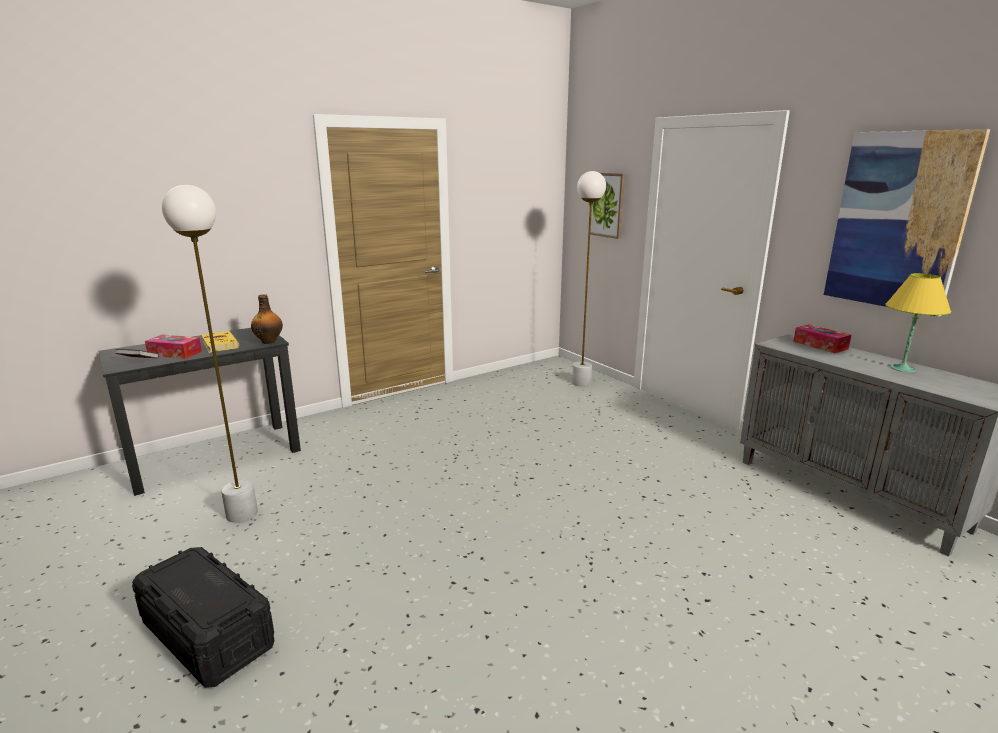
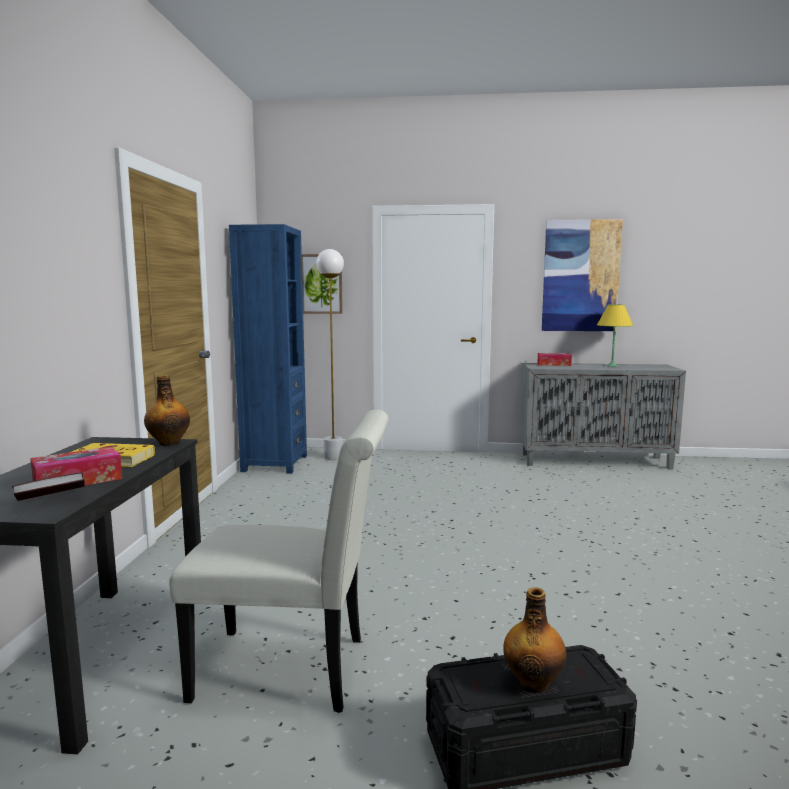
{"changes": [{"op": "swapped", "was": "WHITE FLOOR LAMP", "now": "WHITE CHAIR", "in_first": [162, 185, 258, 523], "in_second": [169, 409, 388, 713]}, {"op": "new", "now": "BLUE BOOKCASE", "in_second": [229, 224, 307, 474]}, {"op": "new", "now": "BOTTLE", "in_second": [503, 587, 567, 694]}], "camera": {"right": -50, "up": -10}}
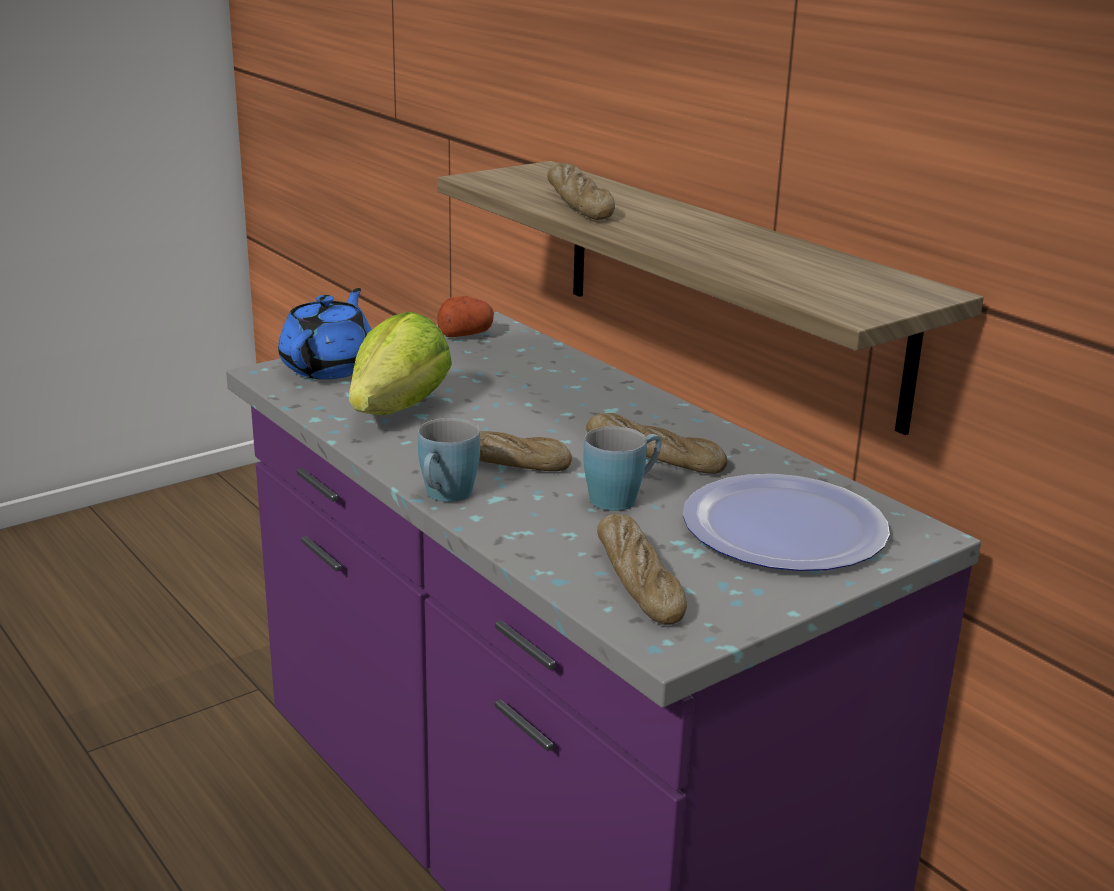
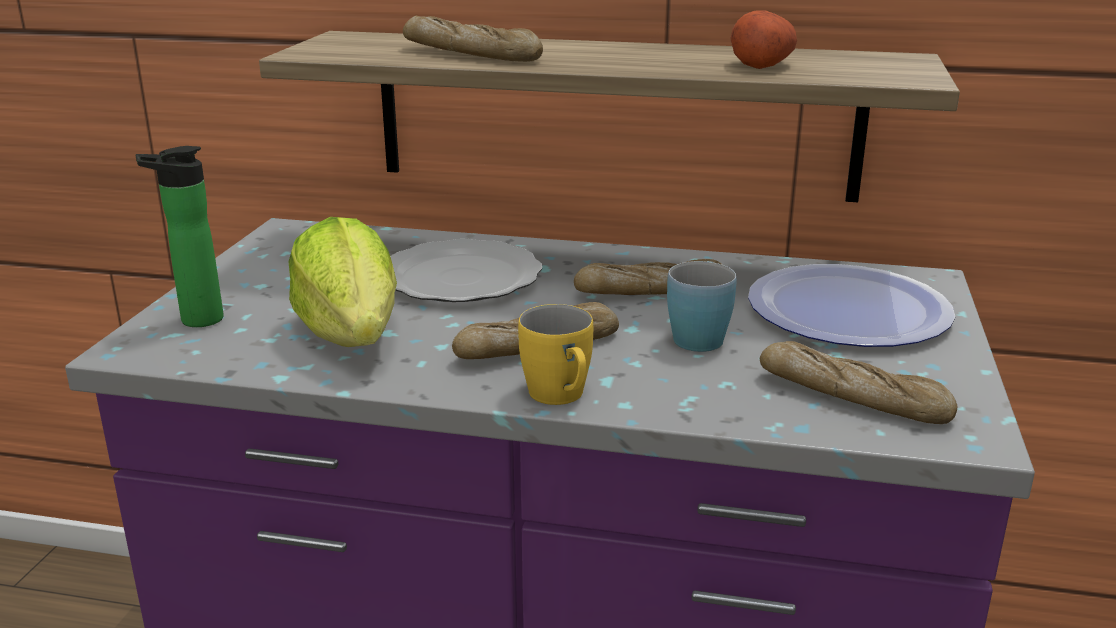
{"changes": [{"op": "swapped", "was": "BLUE TEAPOT", "now": "BOTTLE", "in_first": [278, 288, 372, 379], "in_second": [136, 146, 224, 327]}, {"op": "shifted", "was": "POTATO", "in_first": [437, 296, 494, 337], "in_second": [730, 10, 797, 69]}, {"op": "repainted", "was": "BLUE MUG", "now": "YELLOW MUG", "in_first": [418, 418, 480, 502], "in_second": [518, 304, 593, 405]}, {"op": "new", "now": "PLATE", "in_second": [390, 239, 542, 302]}], "camera": {"right": -40, "up": 0}}
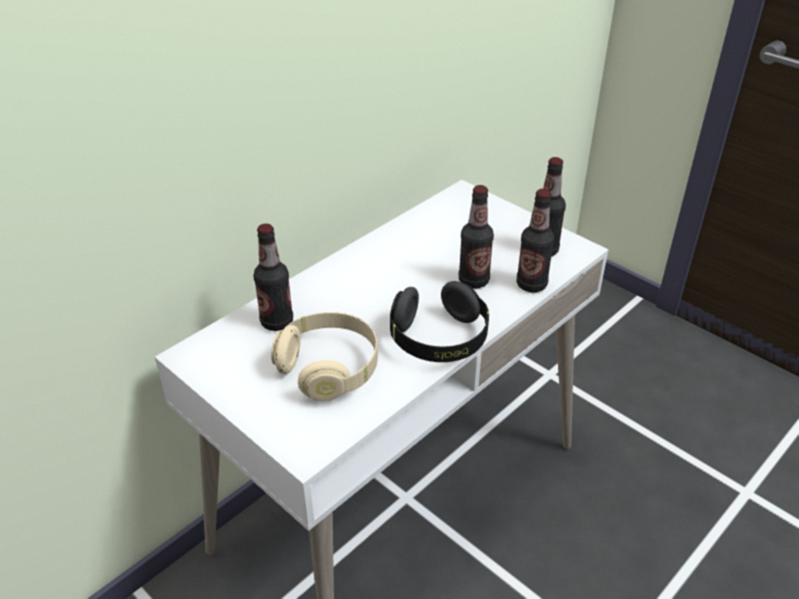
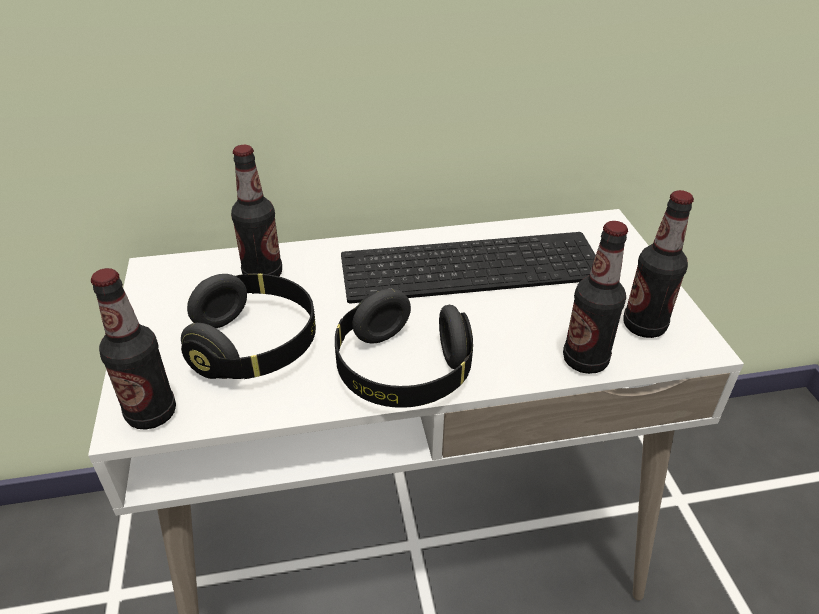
{"changes": [{"op": "shifted", "was": "BOTTLE", "in_first": [459, 185, 494, 289], "in_second": [91, 268, 176, 430]}, {"op": "repainted", "was": "BEIGE HEADPHONES", "now": "BLACK HEADPHONES", "in_first": [271, 312, 378, 401], "in_second": [181, 273, 316, 379]}, {"op": "new", "now": "KEYBOARD", "in_second": [341, 232, 596, 303]}], "camera": {"right": 35, "up": 0}}
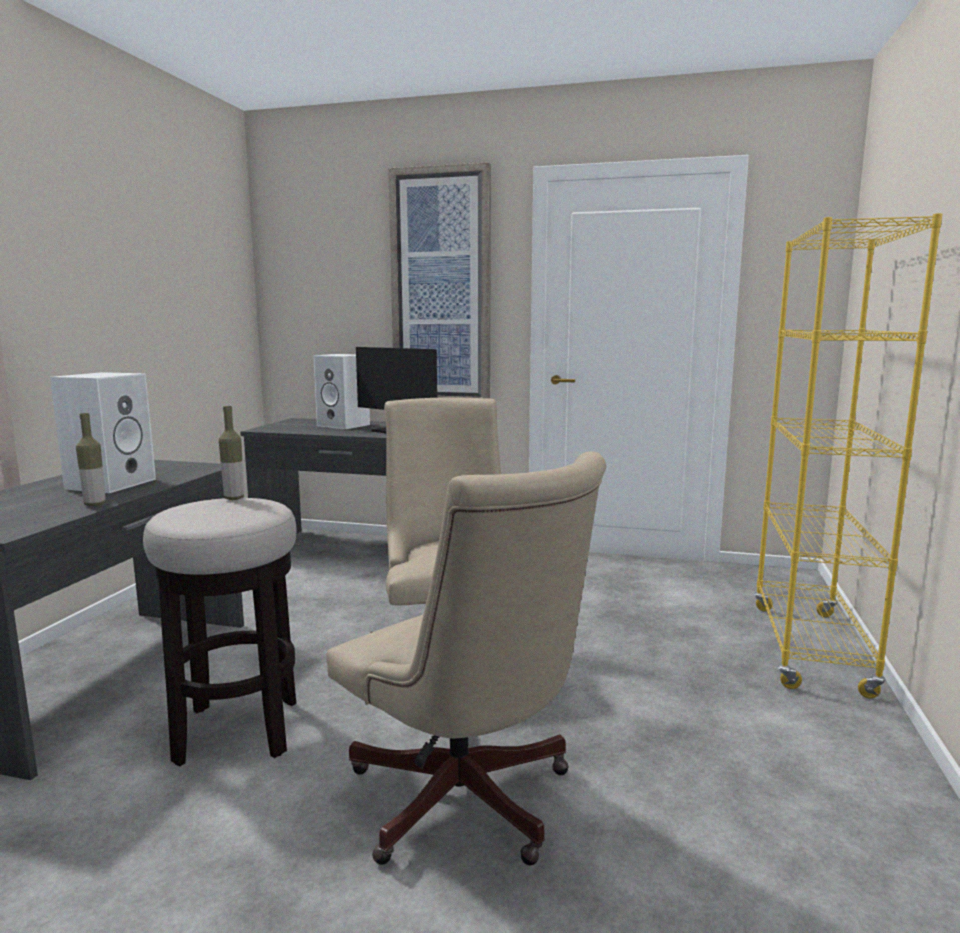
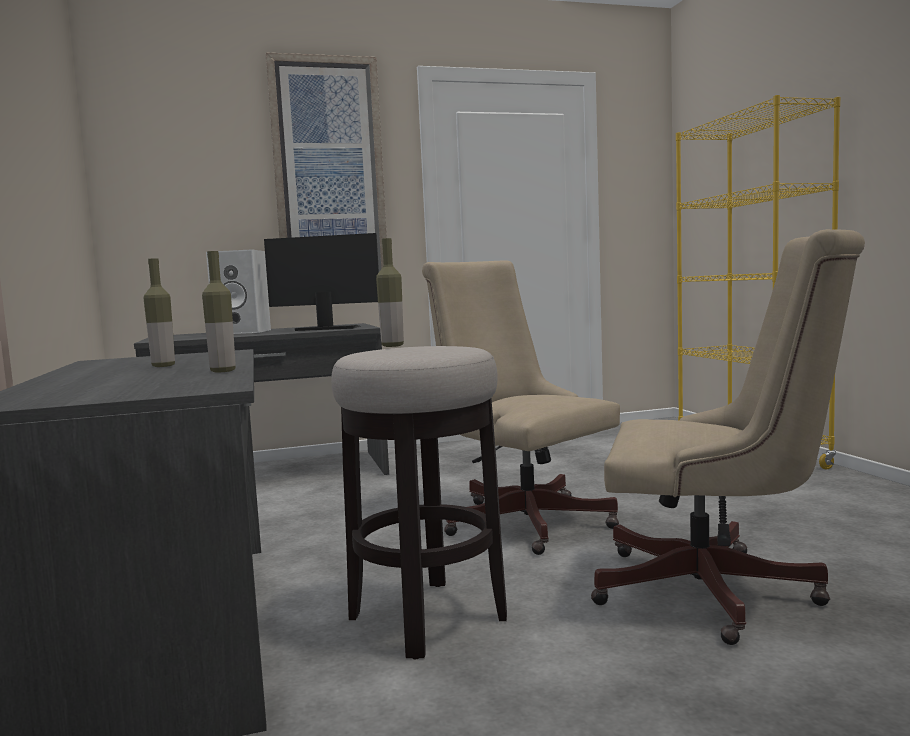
{"changes": [{"op": "swapped", "was": "WHITE SPEAKER", "now": "BOTTLE", "in_first": [50, 372, 156, 493], "in_second": [143, 258, 175, 367]}], "camera": {"right": -30, "up": -5}}
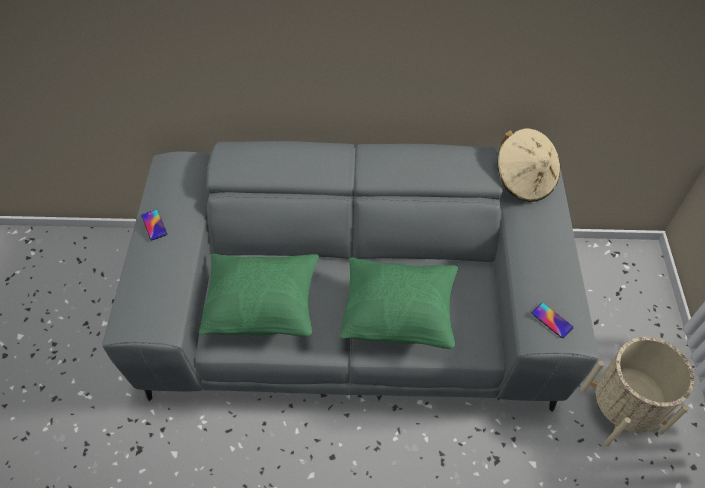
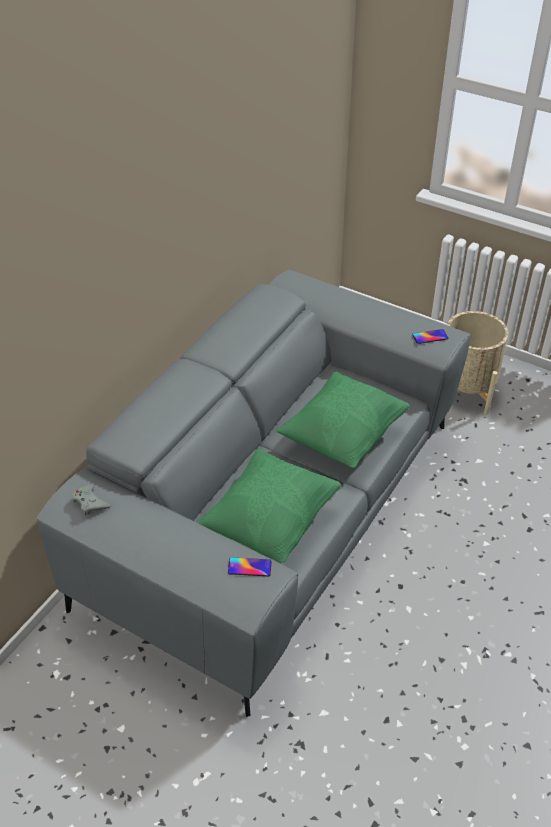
{"changes": [{"op": "gone", "was": "BEIGE HAT", "in_first": [498, 128, 560, 202]}, {"op": "shifted", "was": "PHONE", "in_first": [141, 209, 167, 241], "in_second": [228, 557, 272, 576]}, {"op": "new", "now": "GREY GAME CONTROLLER", "in_second": [72, 485, 111, 515]}], "camera": {"right": -60, "up": -10}}
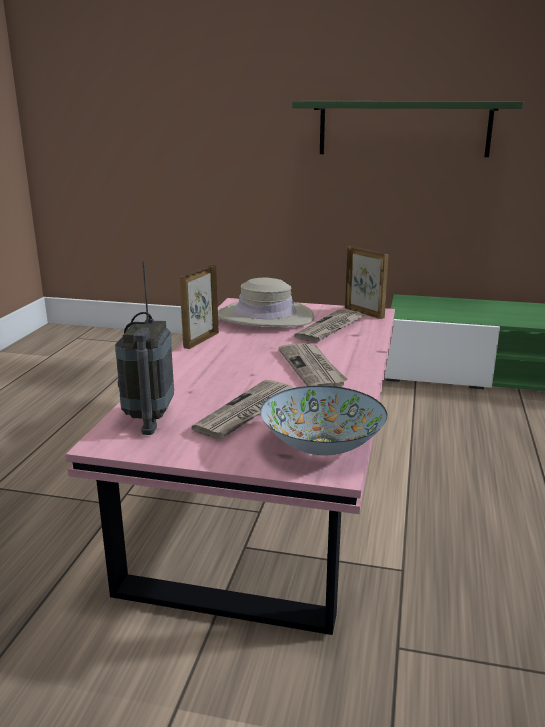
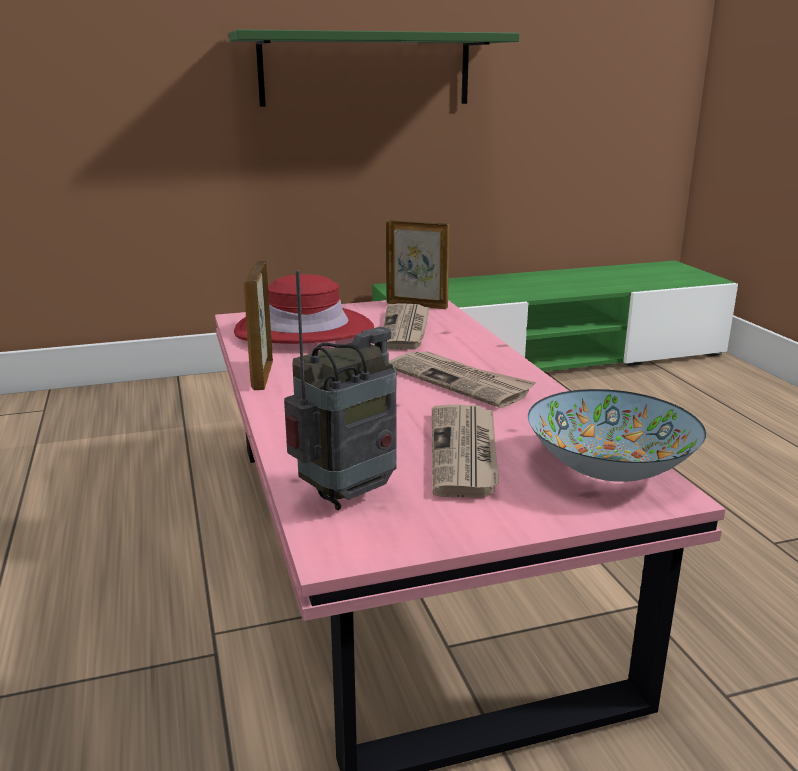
{"changes": [{"op": "rotated", "was": "RADIO", "in_first": [115, 261, 174, 435], "in_second": [284, 270, 397, 510], "clockwise": -105}, {"op": "repainted", "was": "BEIGE HAT", "now": "RED HAT", "in_first": [218, 278, 315, 327], "in_second": [234, 274, 374, 344]}], "camera": {"right": -30, "up": 0}}
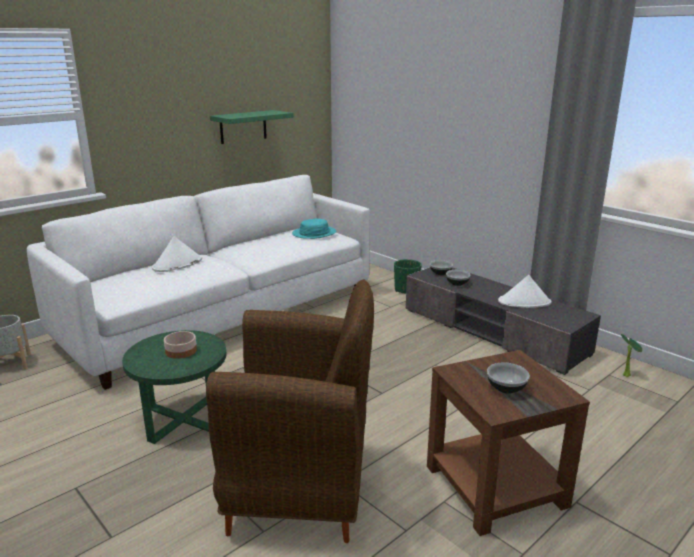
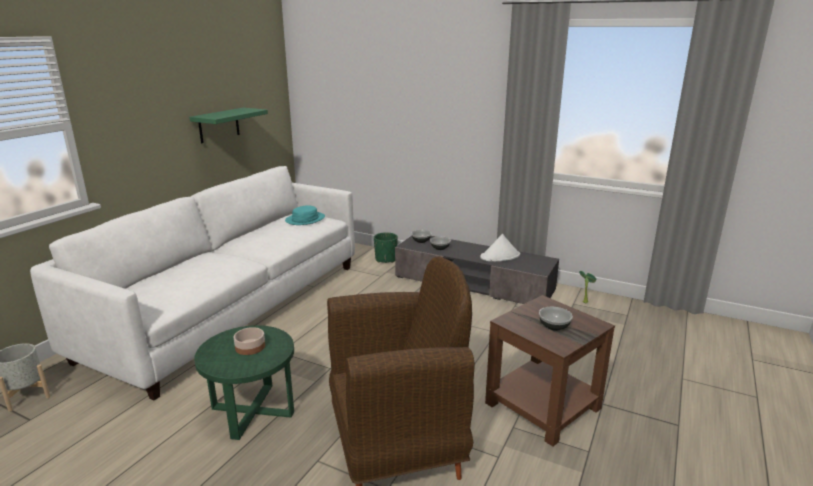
{"changes": [{"op": "gone", "was": "WHITE HAT", "in_first": [152, 236, 202, 272]}], "camera": {"right": -20, "up": 0}}
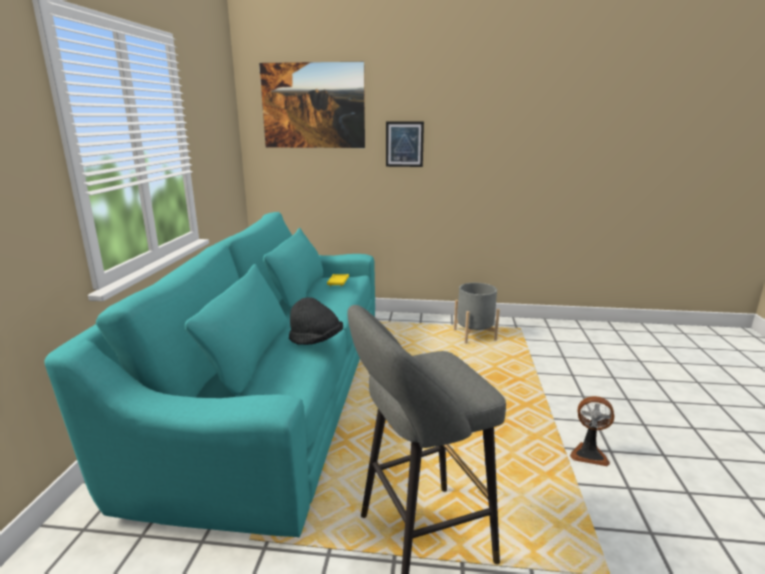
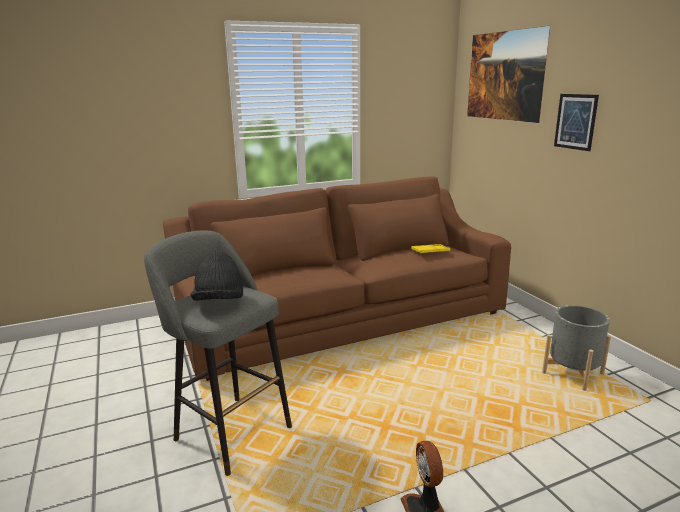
{"changes": [{"op": "repainted", "was": "TURQUOISE SOFA", "now": "BROWN SOFA", "in_first": [45, 212, 375, 538], "in_second": [163, 176, 511, 381]}, {"op": "shifted", "was": "BLACK HAT", "in_first": [289, 297, 343, 345], "in_second": [191, 250, 243, 301]}], "camera": {"right": 60, "up": 0}}
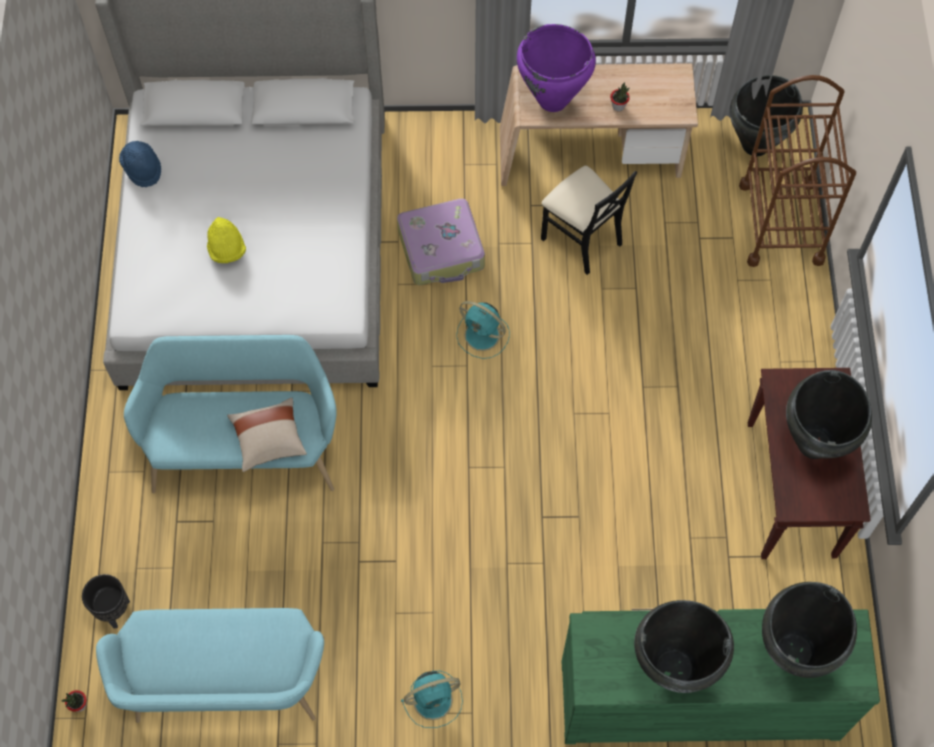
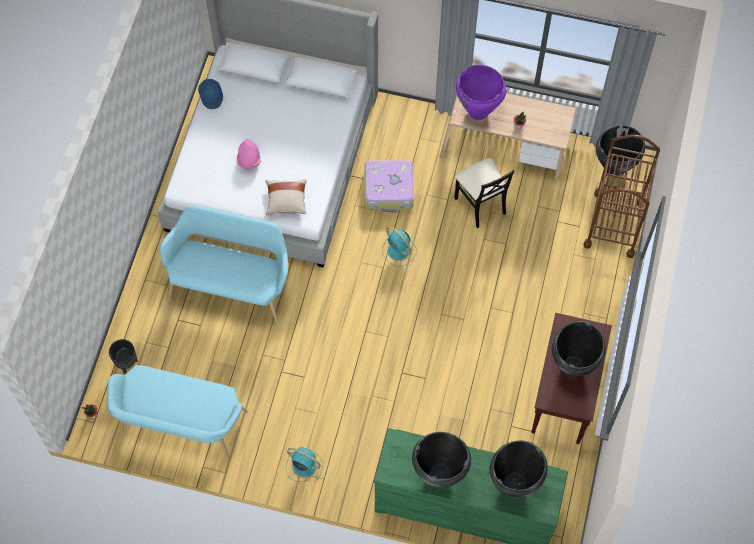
{"changes": [{"op": "repainted", "was": "YELLOW HAT", "now": "PINK HAT", "in_first": [207, 217, 246, 263], "in_second": [237, 139, 261, 169]}, {"op": "shifted", "was": "BEIGE PILLOW", "in_first": [227, 397, 307, 472], "in_second": [266, 179, 307, 215]}, {"op": "rotated", "was": "TURQUOISE FAN", "in_first": [401, 671, 463, 728], "in_second": [286, 447, 323, 482], "clockwise": -150}], "camera": {"right": 15, "up": 0}}
